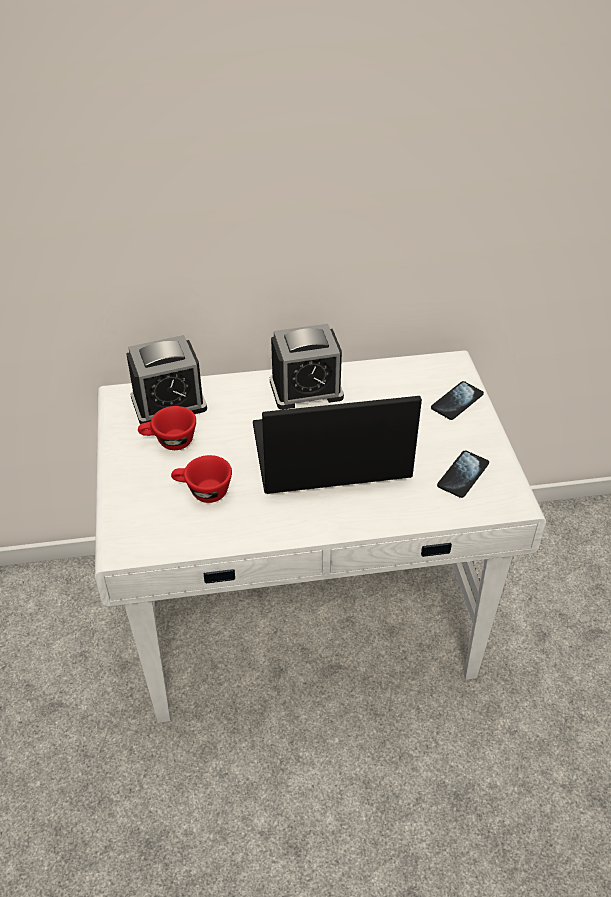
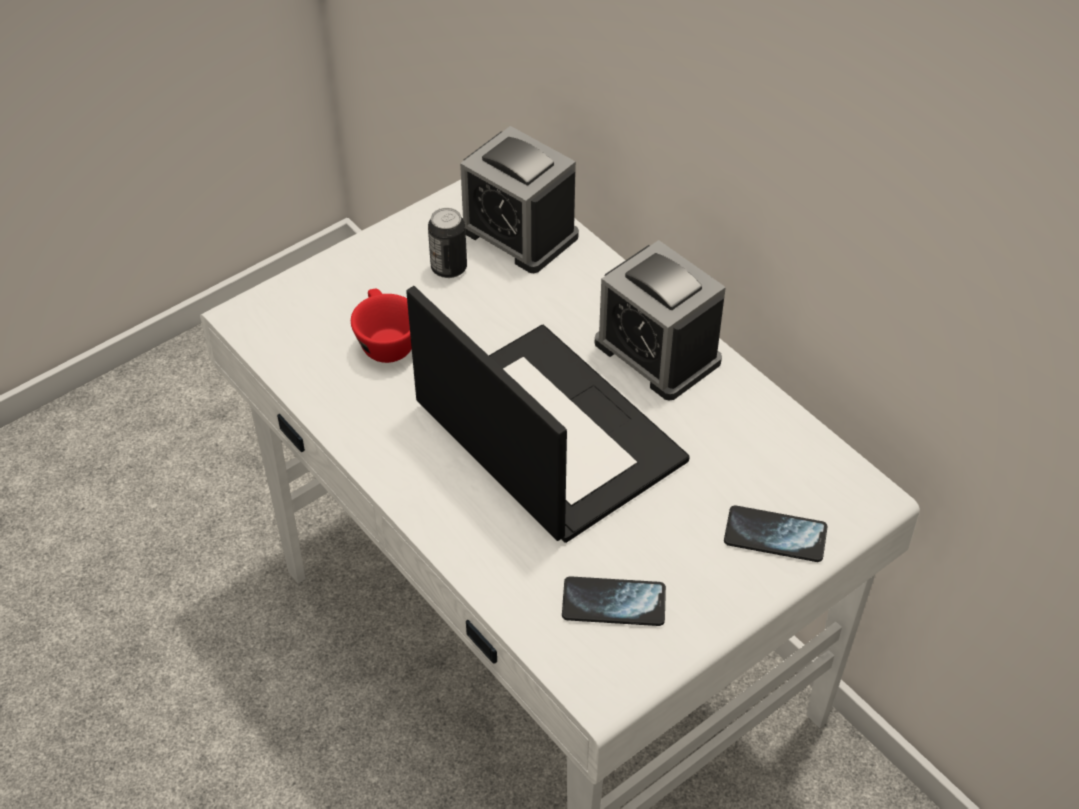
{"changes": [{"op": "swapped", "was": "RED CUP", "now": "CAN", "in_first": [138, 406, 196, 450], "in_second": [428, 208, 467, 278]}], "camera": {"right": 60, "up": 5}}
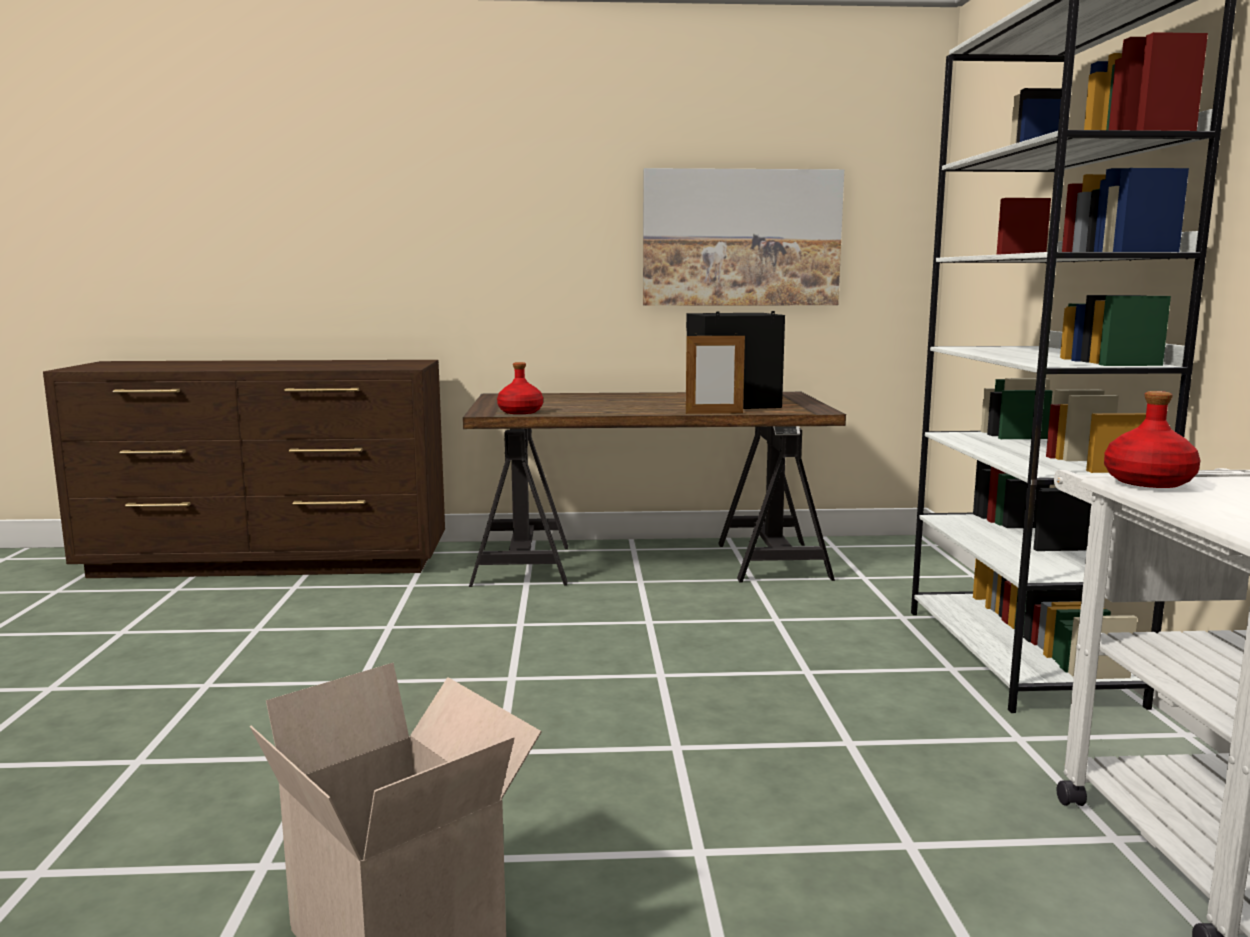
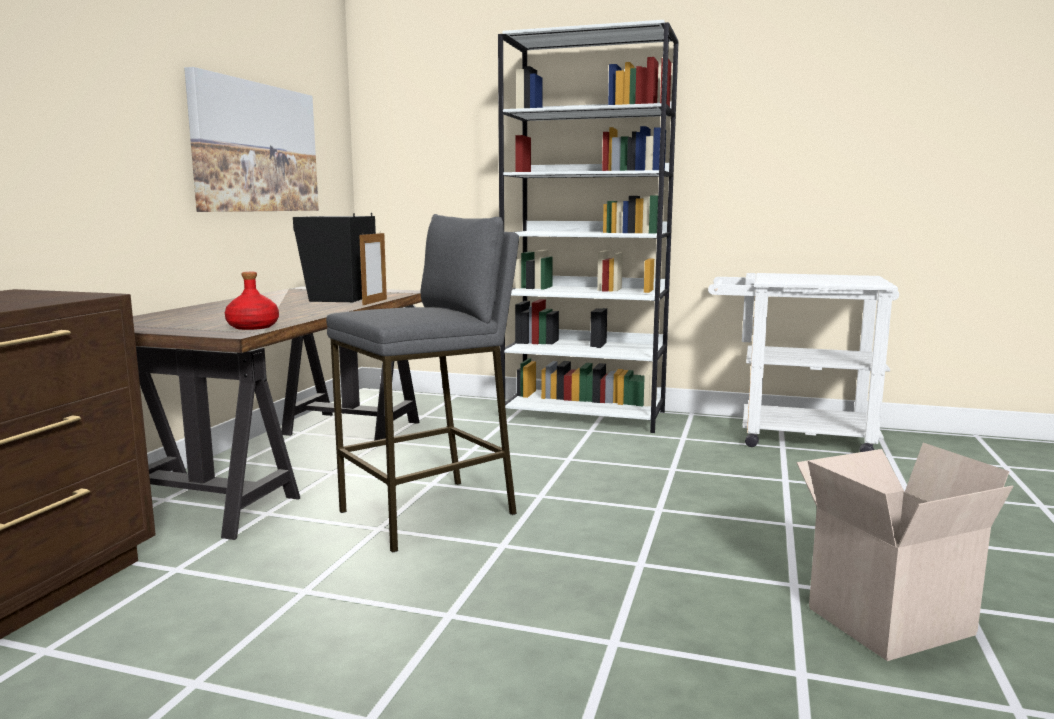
{"changes": [{"op": "gone", "was": "RED BOTTLE", "in_first": [1104, 391, 1201, 488]}, {"op": "new", "now": "GREY STOOL", "in_second": [326, 214, 519, 553]}], "camera": {"right": -70, "up": 0}}
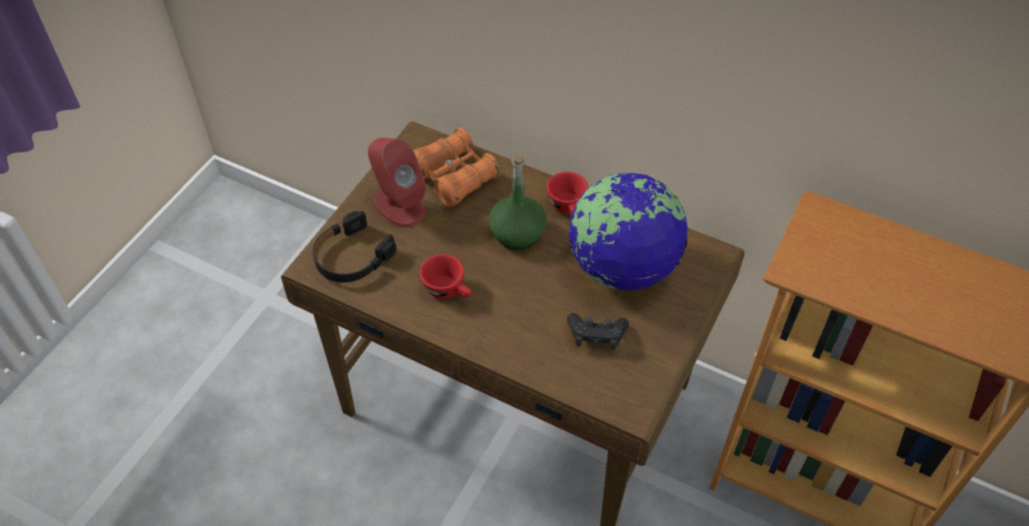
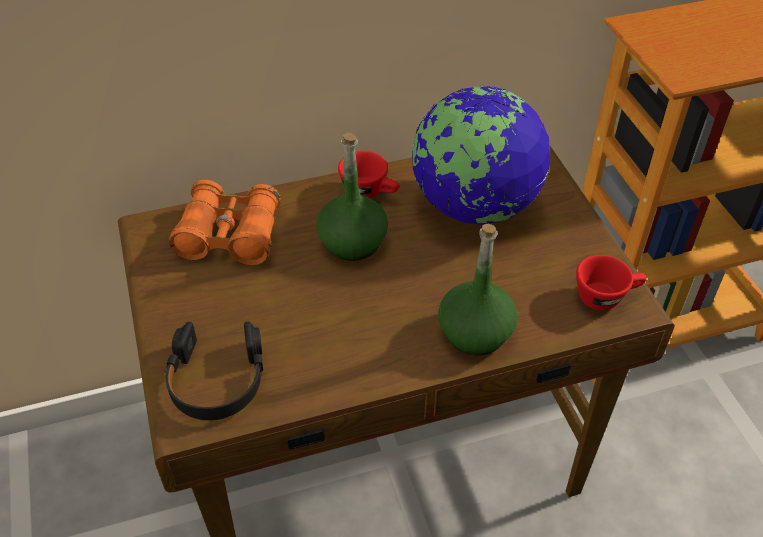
{"changes": [{"op": "gone", "was": "RED SPEAKER", "in_first": [368, 138, 426, 228]}, {"op": "shifted", "was": "RED CUP", "in_first": [420, 254, 472, 299], "in_second": [576, 255, 646, 310]}, {"op": "gone", "was": "BLACK GAME CONTROLLER", "in_first": [567, 313, 629, 350]}, {"op": "new", "now": "GREEN BOTTLE", "in_second": [438, 224, 518, 355]}], "camera": {"right": -45, "up": -5}}
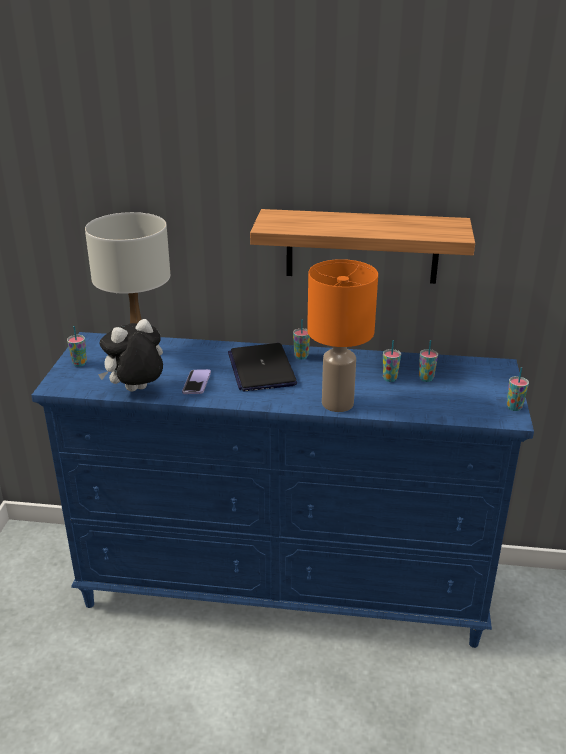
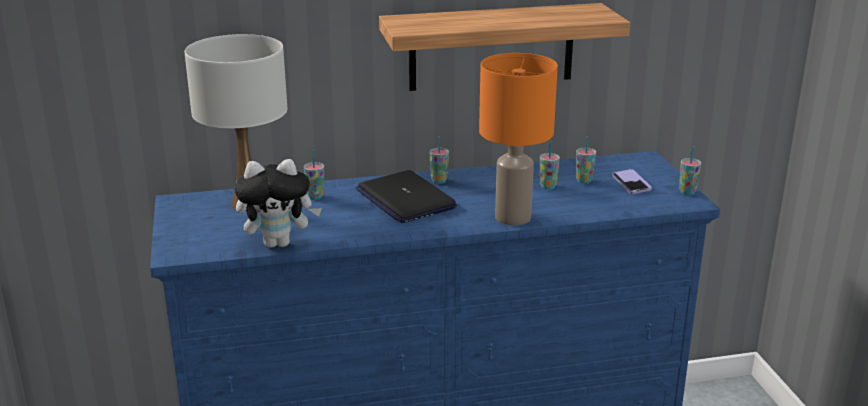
{"changes": [{"op": "rotated", "was": "PLUSH TOY", "in_first": [98, 319, 163, 391], "in_second": [234, 159, 322, 248], "clockwise": -135}, {"op": "shifted", "was": "CUP", "in_first": [67, 326, 87, 367], "in_second": [304, 151, 324, 200]}, {"op": "shifted", "was": "PHONE", "in_first": [182, 369, 211, 394], "in_second": [612, 169, 652, 194]}], "camera": {"right": -20, "up": -5}}
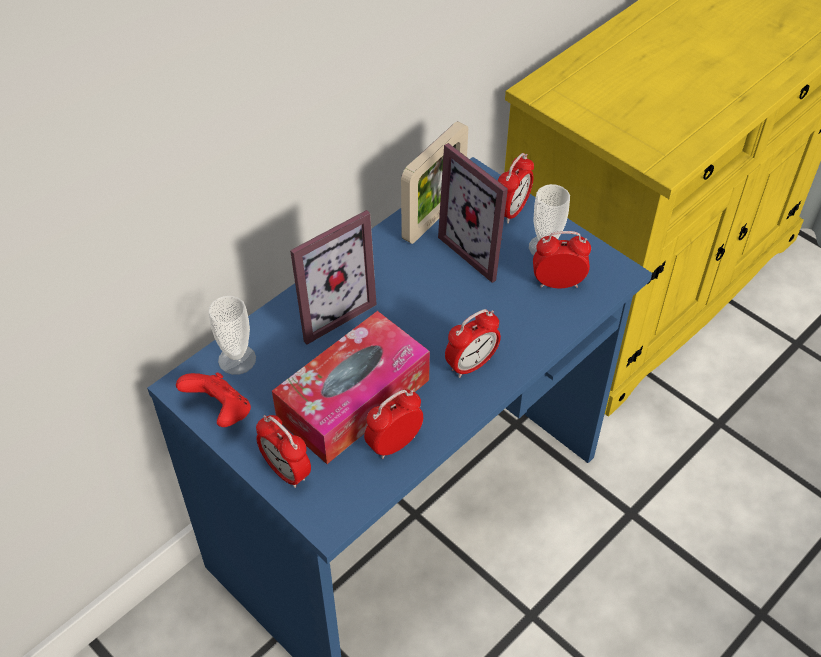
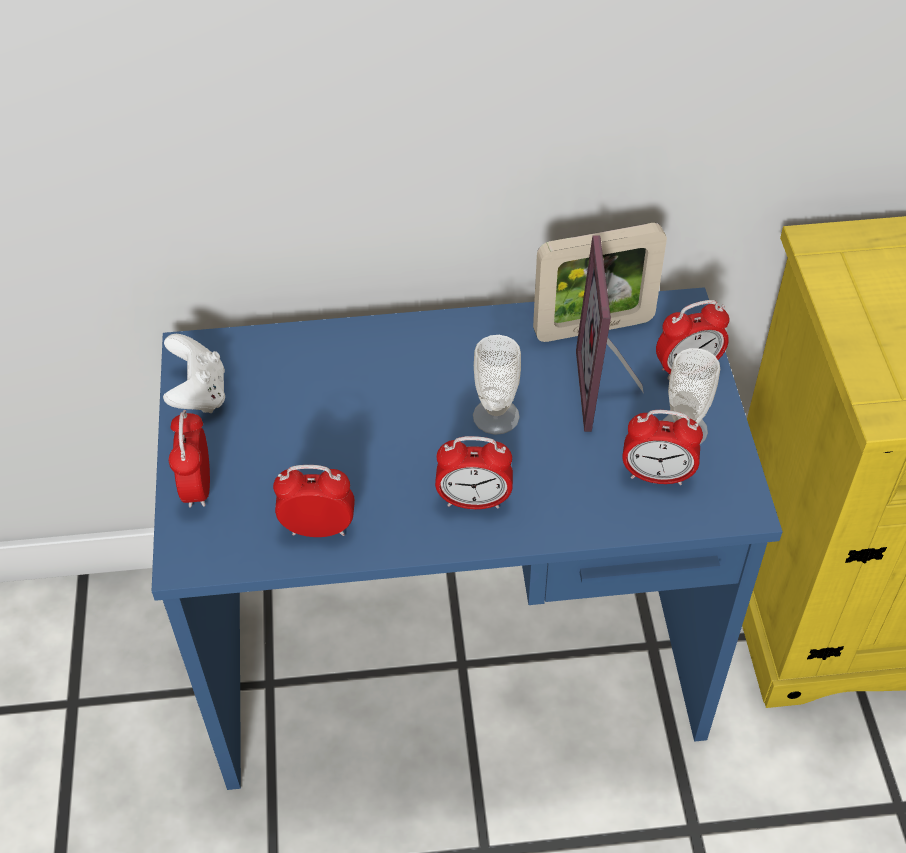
{"changes": [{"op": "gone", "was": "PICTURE FRAME", "in_first": [290, 210, 377, 345]}, {"op": "rotated", "was": "ALARM CLOCK", "in_first": [533, 231, 591, 288], "in_second": [622, 410, 703, 485], "clockwise": 150}, {"op": "shifted", "was": "CUP", "in_first": [208, 296, 256, 375], "in_second": [473, 335, 521, 435]}, {"op": "gone", "was": "TISSUE BOX", "in_first": [272, 311, 430, 464]}, {"op": "repainted", "was": "RED GAME CONTROLLER", "now": "WHITE GAME CONTROLLER", "in_first": [176, 373, 251, 427], "in_second": [163, 334, 225, 413]}], "camera": {"right": 40, "up": 0}}
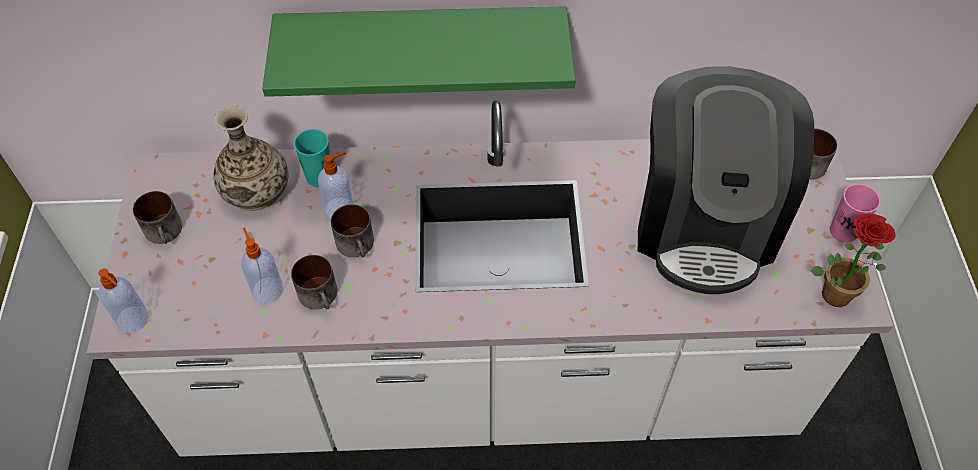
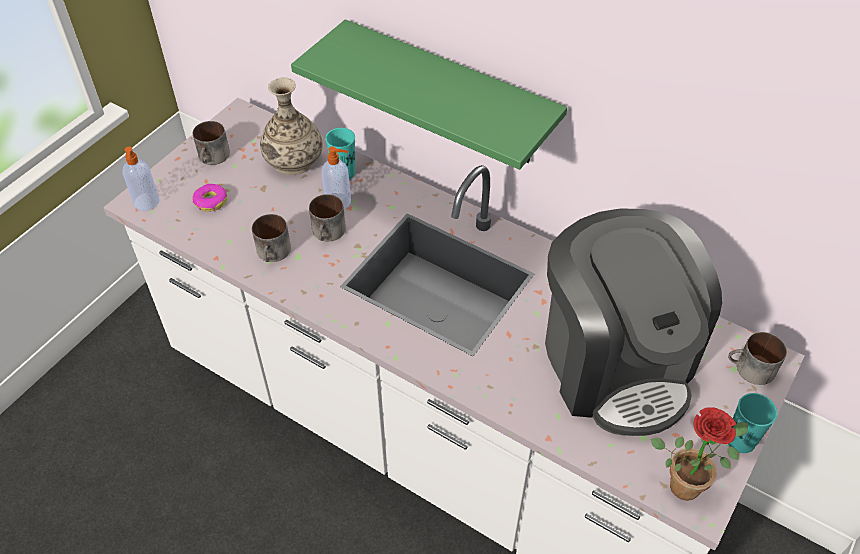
{"changes": [{"op": "rotated", "was": "COFFEE MACHINE", "in_first": [638, 66, 814, 294], "in_second": [545, 208, 722, 436], "clockwise": -60}, {"op": "repainted", "was": "PINK CUP", "now": "TURQUOISE CUP", "in_first": [830, 184, 880, 243], "in_second": [728, 393, 777, 453]}, {"op": "gone", "was": "SOAP DISPENSER", "in_first": [241, 227, 283, 303]}, {"op": "new", "now": "DONUT", "in_second": [192, 184, 227, 212]}], "camera": {"right": 35, "up": -5}}
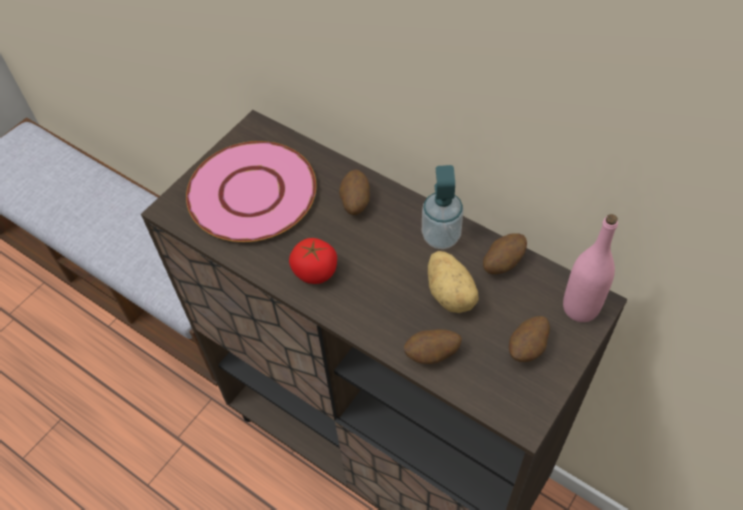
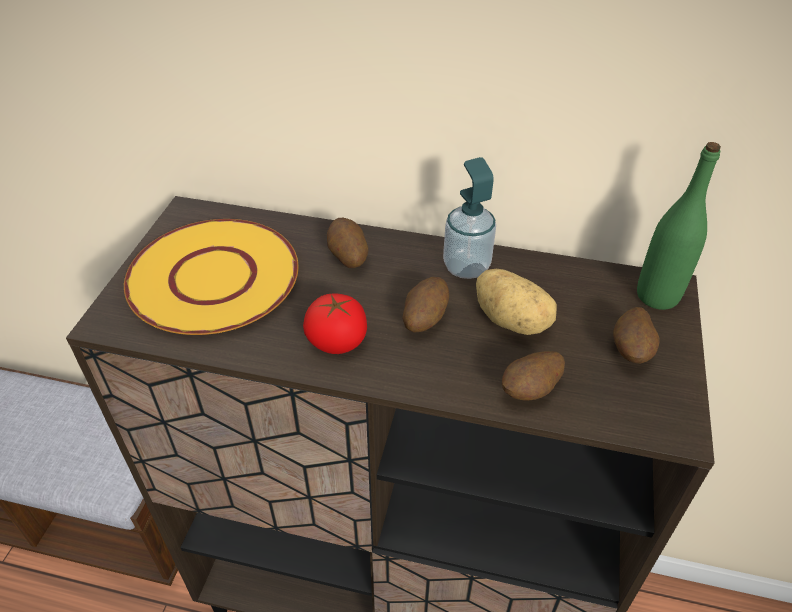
{"changes": [{"op": "repainted", "was": "PINK PLATE", "now": "YELLOW PLATE", "in_first": [186, 141, 317, 242], "in_second": [124, 219, 299, 335]}, {"op": "repainted", "was": "PINK BOTTLE", "now": "GREEN BOTTLE", "in_first": [563, 214, 618, 322], "in_second": [637, 142, 721, 310]}, {"op": "shifted", "was": "POTATO", "in_first": [483, 233, 527, 274], "in_second": [402, 277, 449, 332]}], "camera": {"right": -25, "up": -10}}
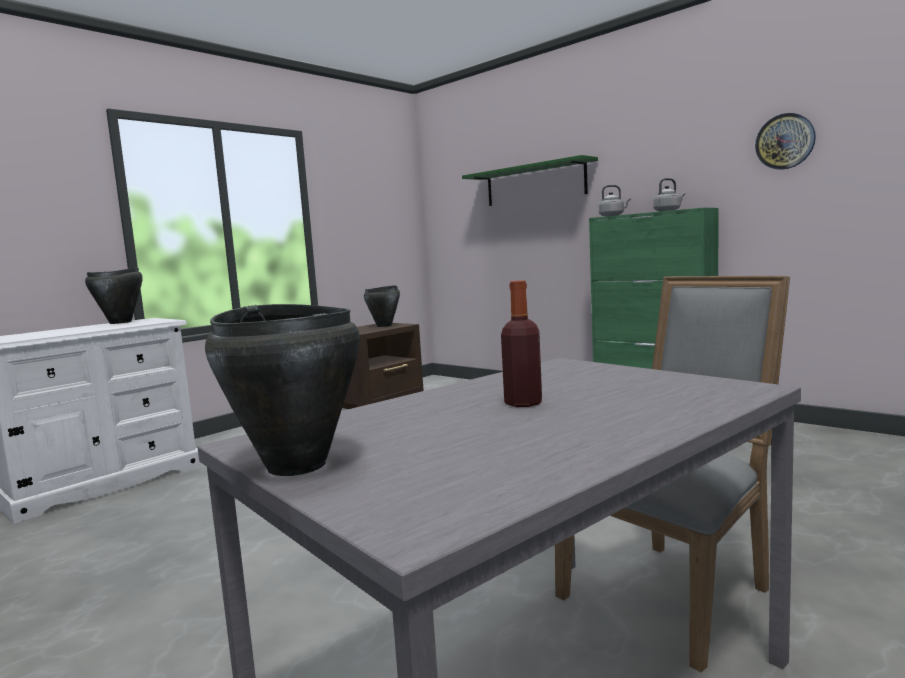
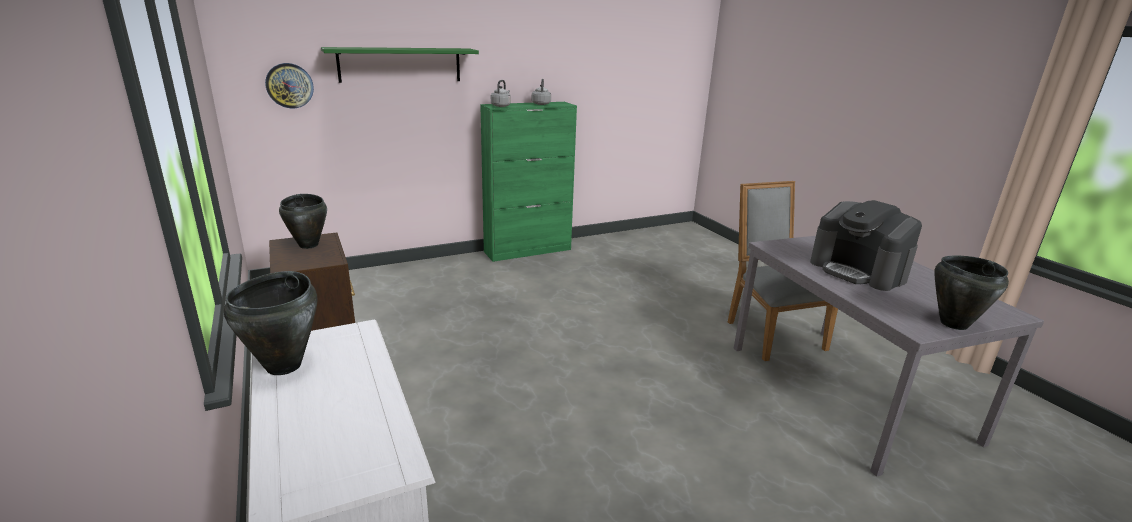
{"changes": [{"op": "shifted", "was": "WALL CLOCK", "in_first": [755, 113, 816, 170], "in_second": [265, 63, 314, 108]}, {"op": "swapped", "was": "BOTTLE", "now": "COFFEE MACHINE", "in_first": [501, 280, 542, 407], "in_second": [810, 200, 922, 291]}], "camera": {"right": -70, "up": 15}}
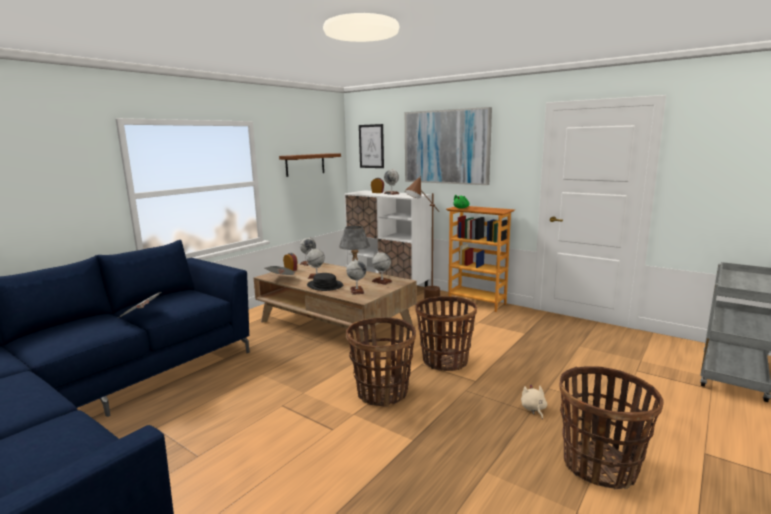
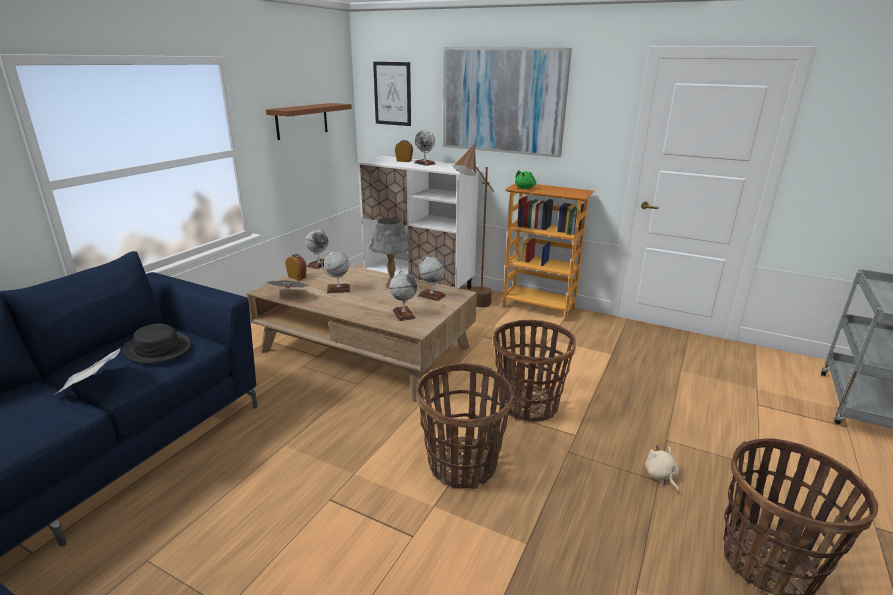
{"changes": [{"op": "shifted", "was": "BLACK HAT", "in_first": [307, 273, 343, 291], "in_second": [123, 324, 191, 363]}], "camera": {"right": -10, "up": 10}}
